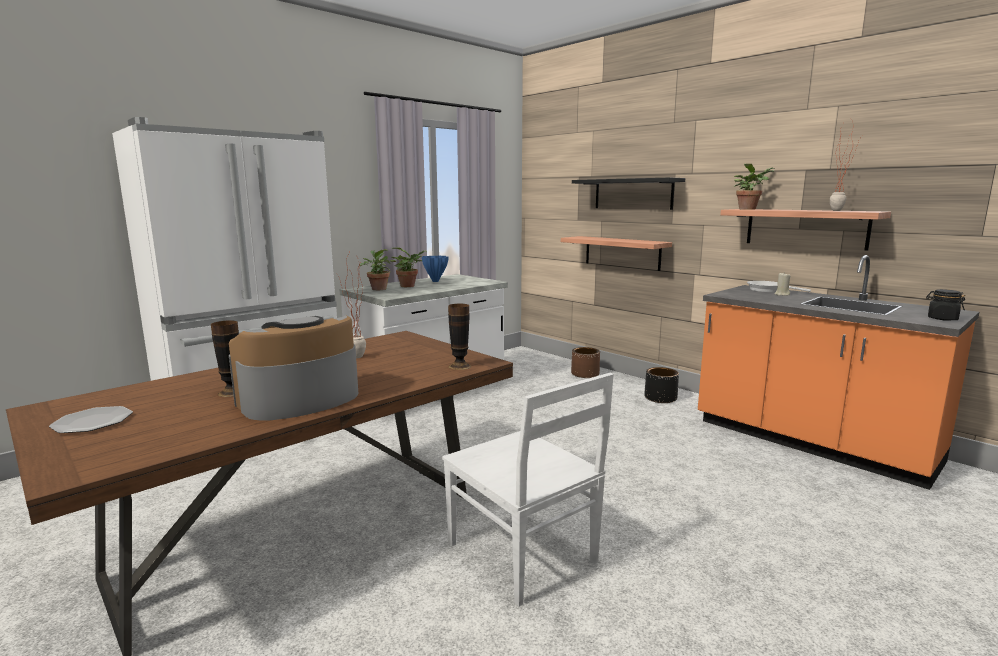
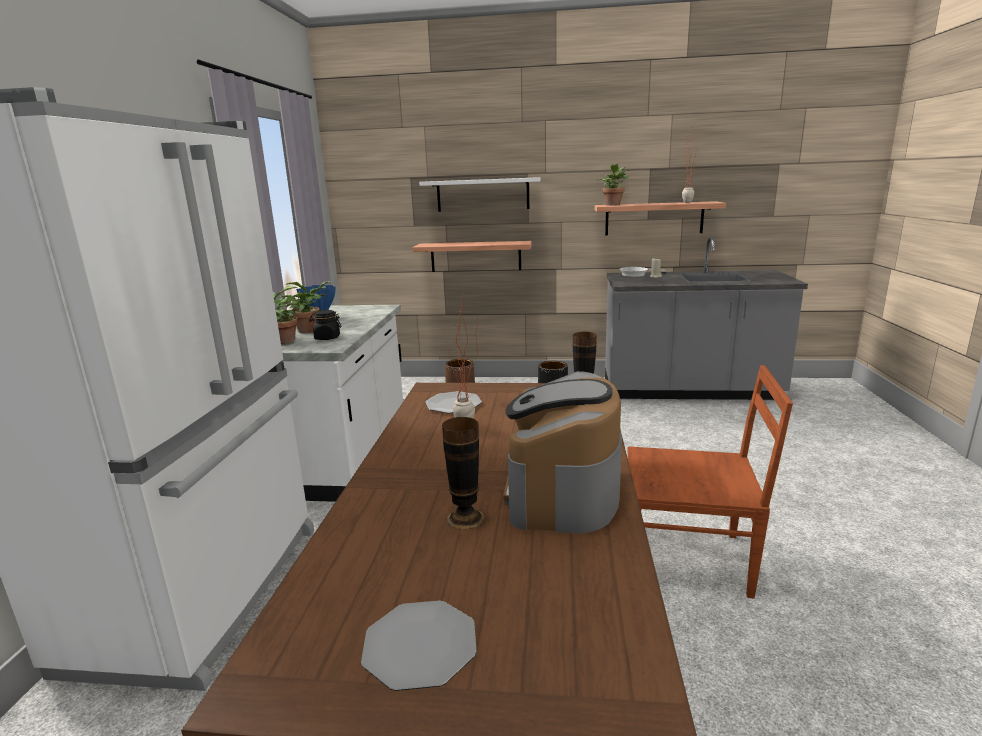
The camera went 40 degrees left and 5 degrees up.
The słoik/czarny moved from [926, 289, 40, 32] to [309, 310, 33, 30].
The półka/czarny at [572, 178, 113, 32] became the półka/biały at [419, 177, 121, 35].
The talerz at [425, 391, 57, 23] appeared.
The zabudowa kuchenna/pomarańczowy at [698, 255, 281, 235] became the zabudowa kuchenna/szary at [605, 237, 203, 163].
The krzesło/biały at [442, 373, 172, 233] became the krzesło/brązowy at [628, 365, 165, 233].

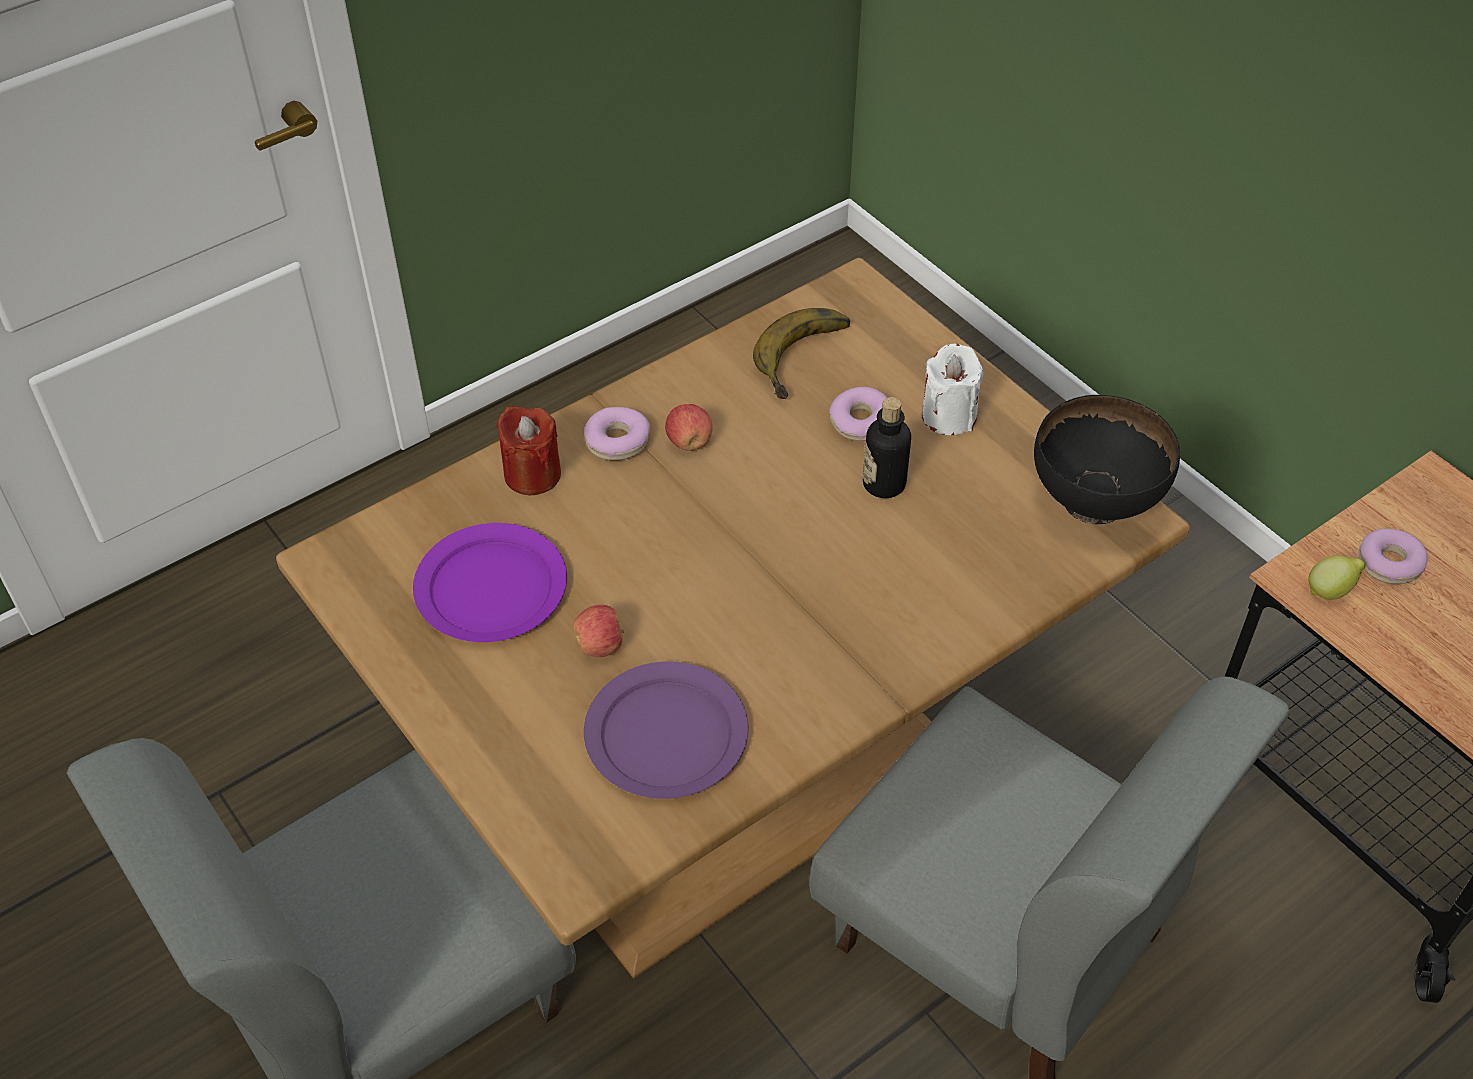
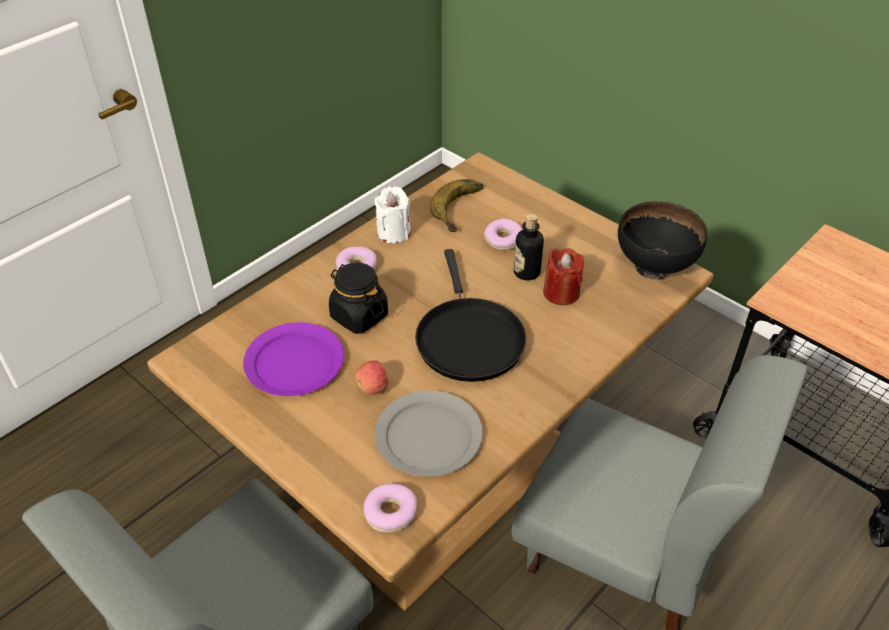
The camera went 10 degrees left and 5 degrees down.
The słoik/czarny at [329, 262, 59, 72] appeared.
The donut moved from [1358, 528, 70, 56] to [364, 484, 53, 49].
The świeca/biały moved from [922, 344, 61, 91] to [374, 186, 37, 57].
The talerz/fioletowy at [584, 661, 165, 138] became the talerz/szary at [375, 390, 108, 87].
The patelnia/czarny at [415, 249, 111, 133] appeared.
The świeca/czerwony moved from [496, 406, 65, 89] to [543, 248, 41, 57].
The jabłko at [665, 404, 48, 47] disappeared.
The cytryna at [1308, 555, 58, 45] disappeared.

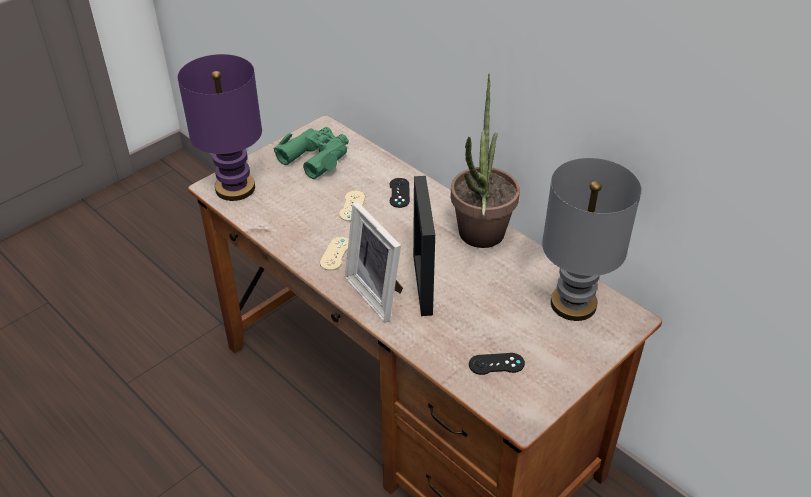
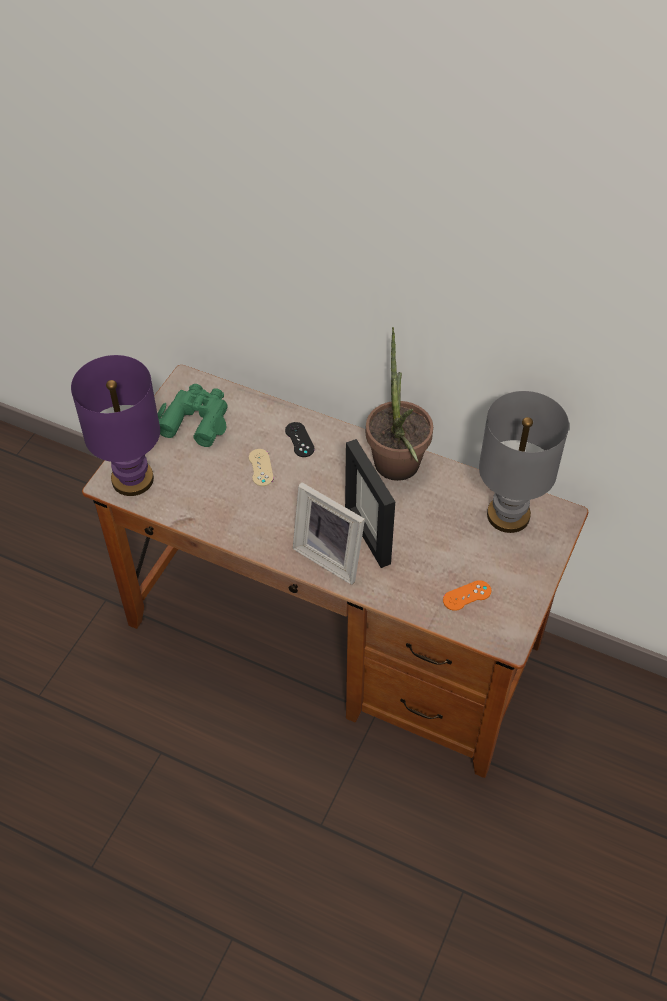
The camera went 20 degrees left and 10 degrees up.
The pad do gier/czarny at [469, 353, 56, 22] became the pad do gier/pomarańczowy at [443, 580, 48, 31].
The pad do gier/beżowy at [320, 237, 29, 34] disappeared.

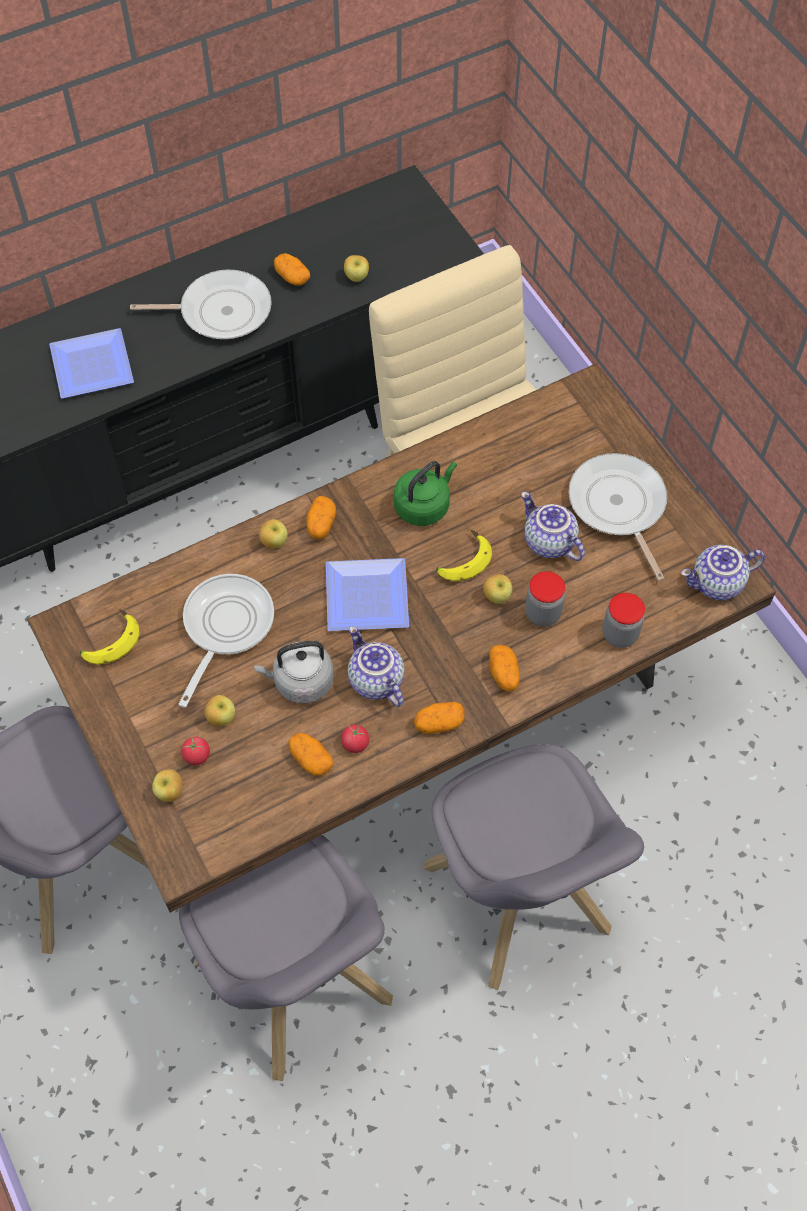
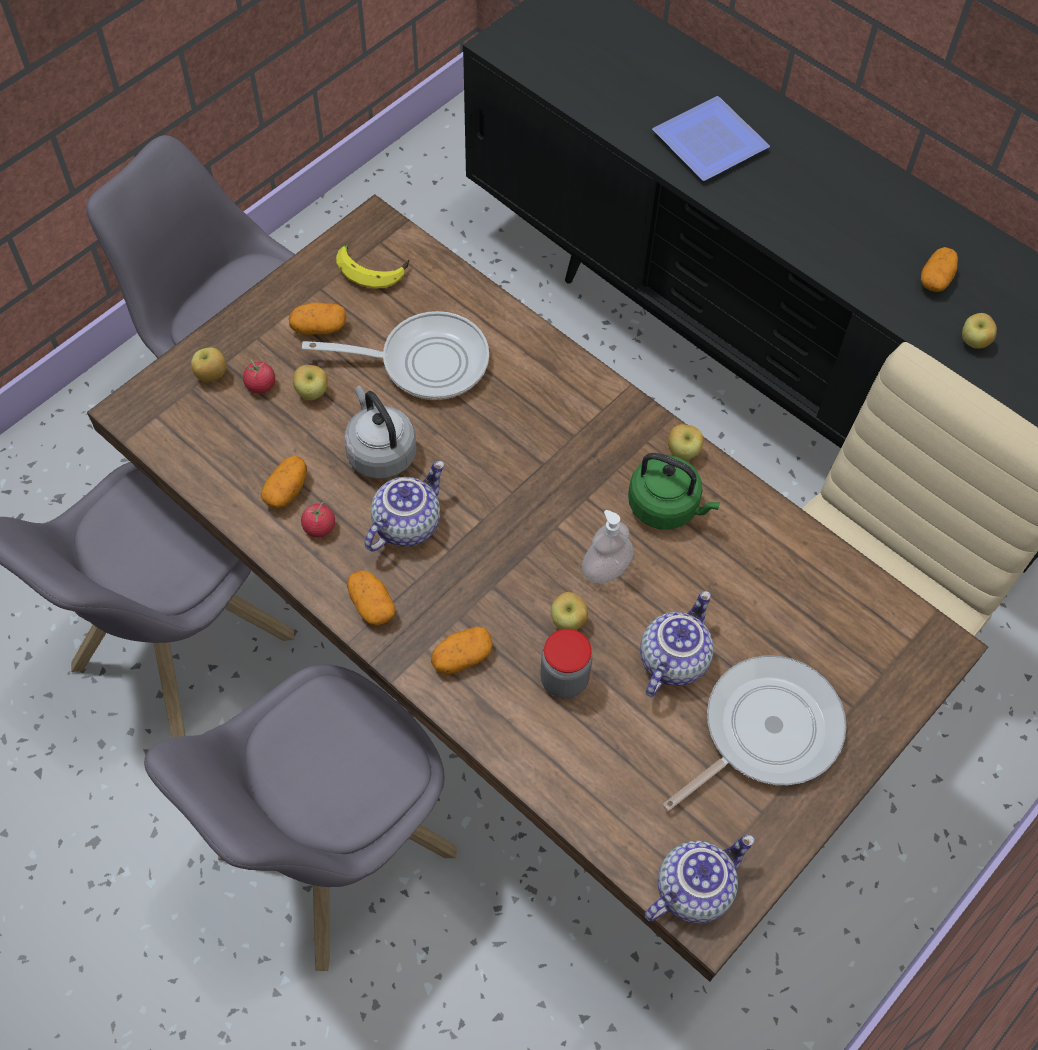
The camera went 70 degrees right and 0 degrees up.
The ziemniak moved from [307, 496, 29, 43] to [289, 302, 57, 33].
The banan at [436, 529, 56, 52] was replaced by the dozownik mydła at [582, 510, 52, 73].
The imbryk at [681, 545, 84, 55] turned 90 degrees clockwise.
The jabłko moved from [259, 519, 29, 29] to [668, 424, 36, 37].
The patelnia at [130, 269, 142, 70] disappeared.
The talerz at [326, 558, 83, 73] disappeared.
The słoik at [603, 593, 42, 55] disappeared.

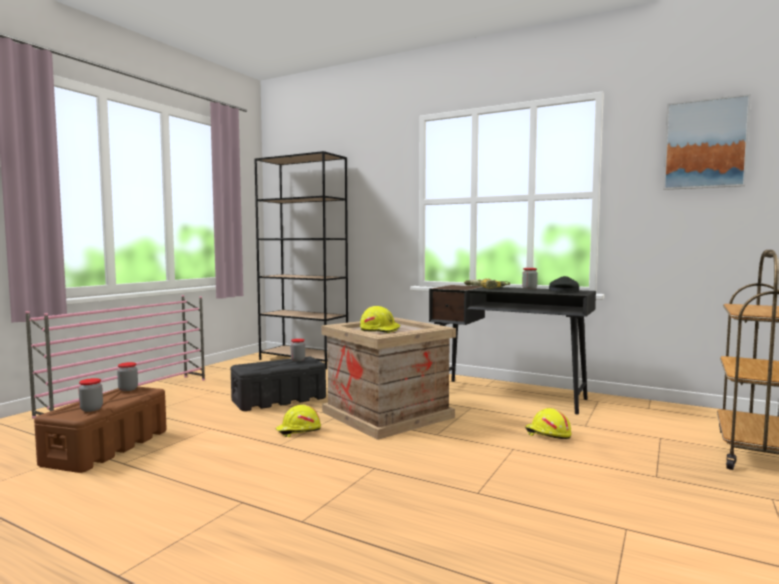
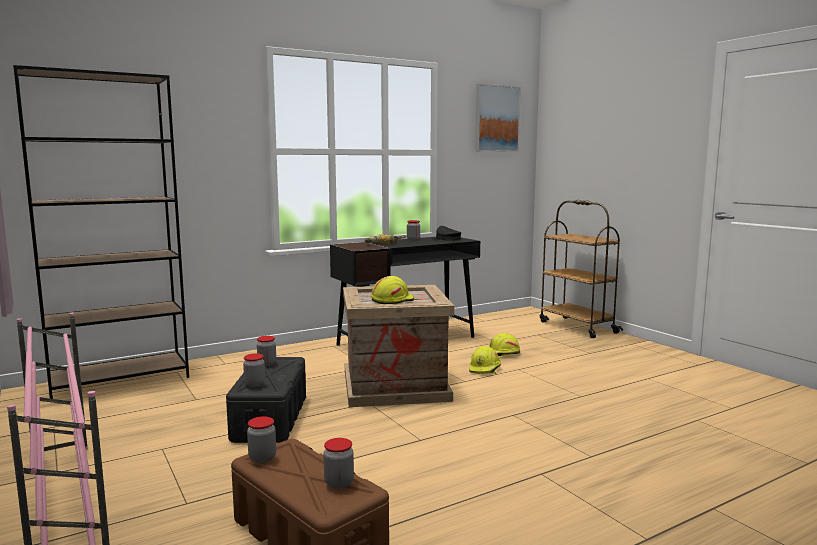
The camera went 60 degrees left and 5 degrees up.
The słoik at [243, 353, 22, 34] appeared.
The kask/żółty moved from [275, 405, 46, 32] to [469, 346, 32, 28].

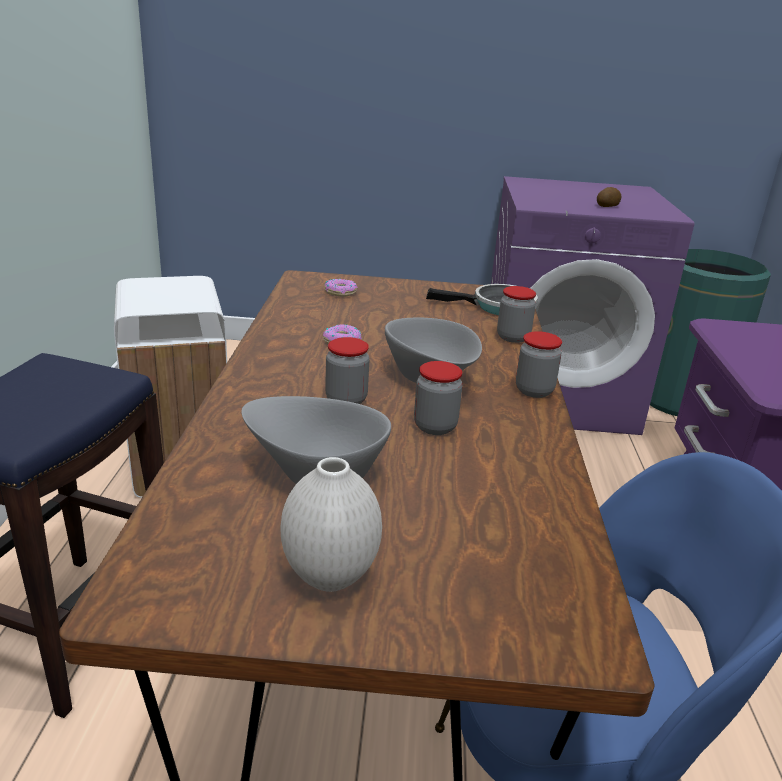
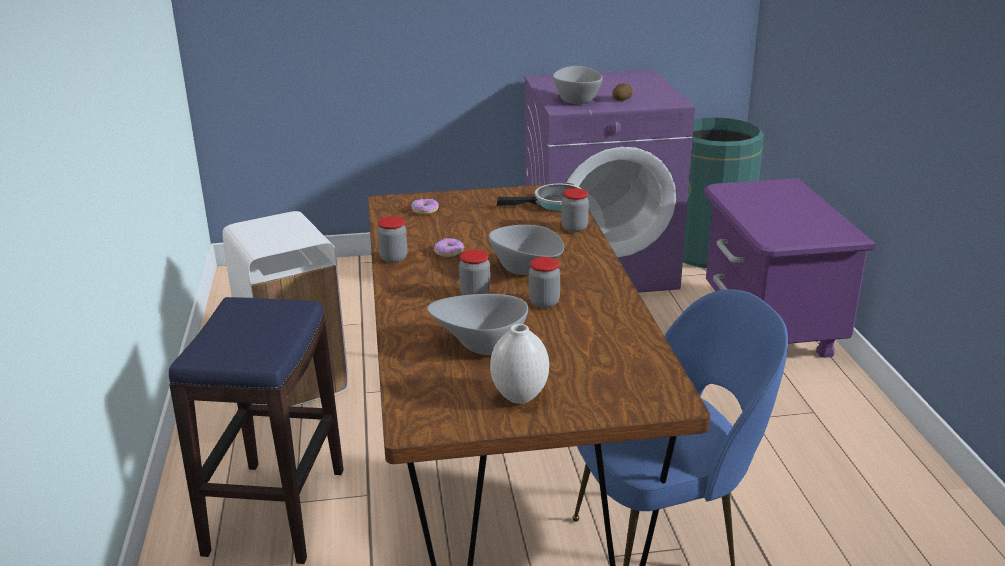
The camera went 10 degrees left and 0 degrees up.
The słoik moved from [516, 331, 46, 67] to [377, 216, 30, 47].
The miska/szary at [553, 66, 49, 38] appeared.

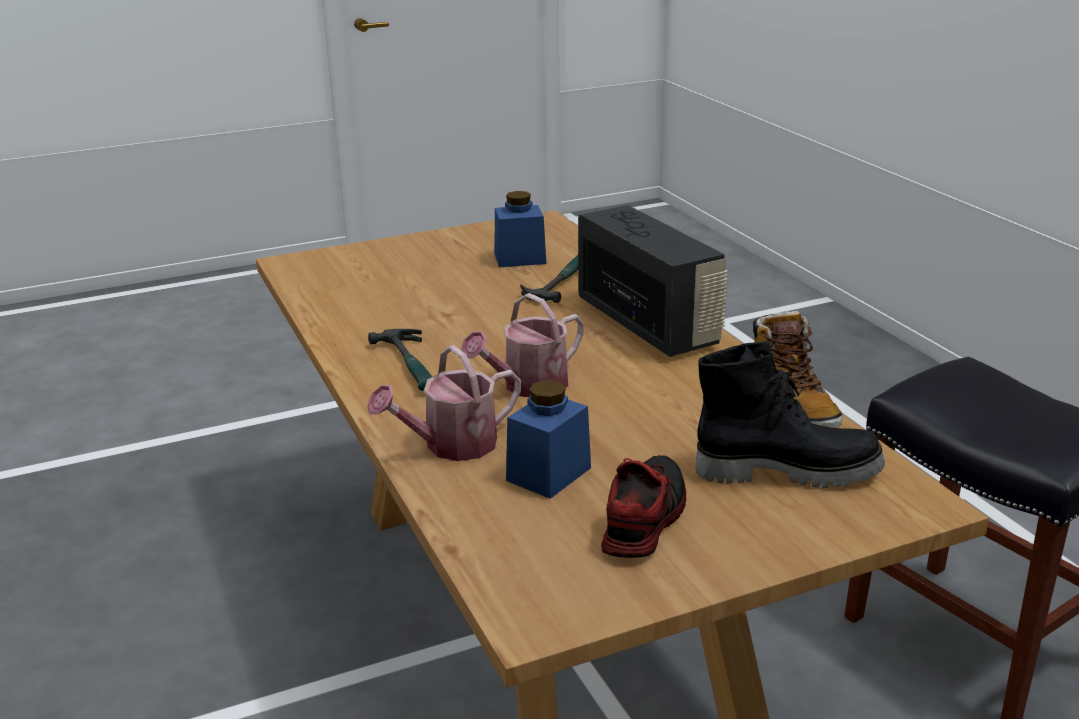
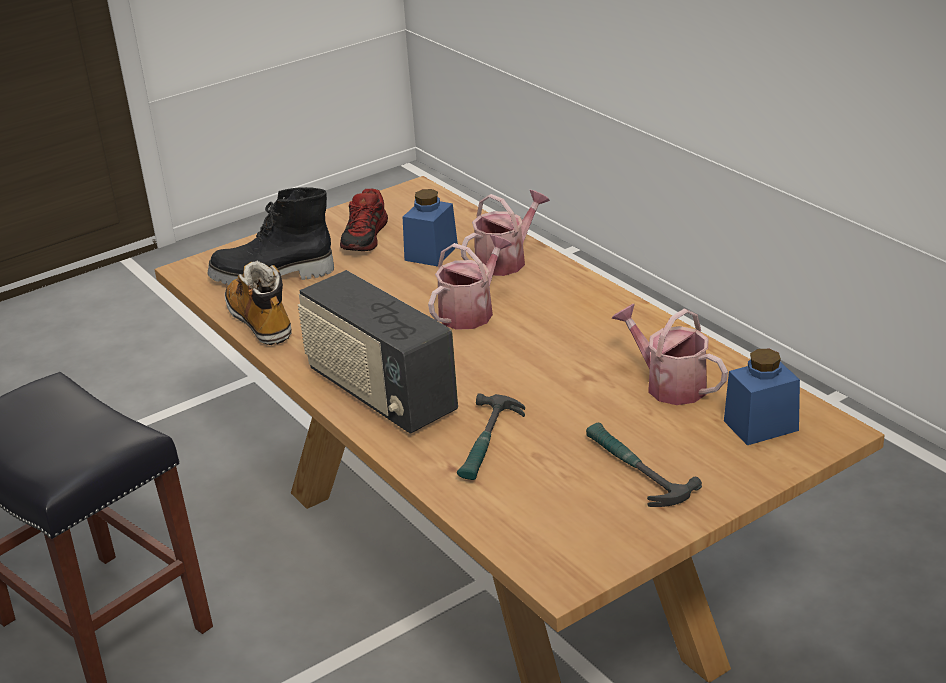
The camera went 170 degrees right and 5 degrees up.
The młotek moved from [368, 329, 65, 62] to [586, 423, 116, 84].
The konewka at [612, 304, 116, 101] appeared.
The słoik/niebieski moved from [494, 191, 52, 76] to [724, 349, 76, 96].

